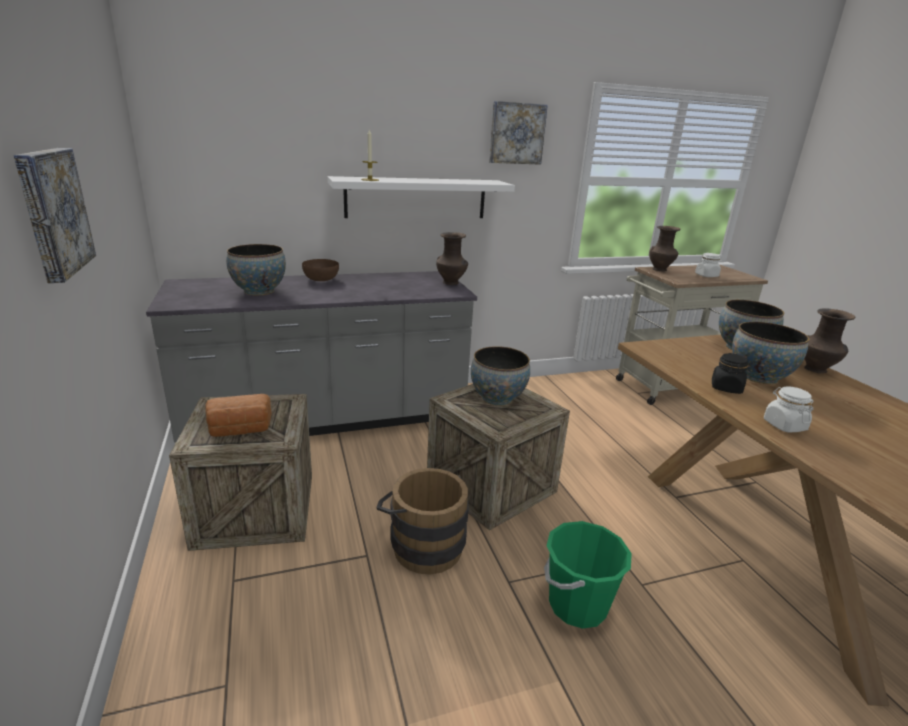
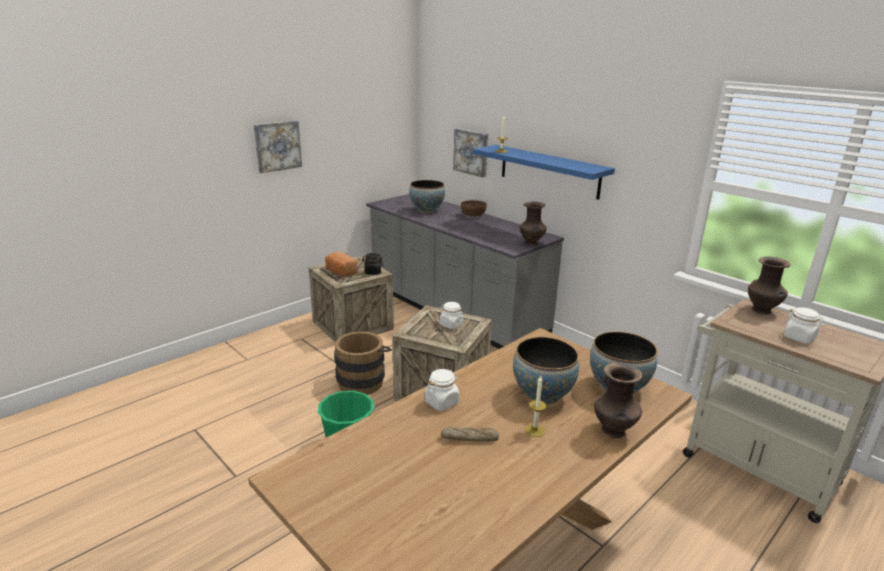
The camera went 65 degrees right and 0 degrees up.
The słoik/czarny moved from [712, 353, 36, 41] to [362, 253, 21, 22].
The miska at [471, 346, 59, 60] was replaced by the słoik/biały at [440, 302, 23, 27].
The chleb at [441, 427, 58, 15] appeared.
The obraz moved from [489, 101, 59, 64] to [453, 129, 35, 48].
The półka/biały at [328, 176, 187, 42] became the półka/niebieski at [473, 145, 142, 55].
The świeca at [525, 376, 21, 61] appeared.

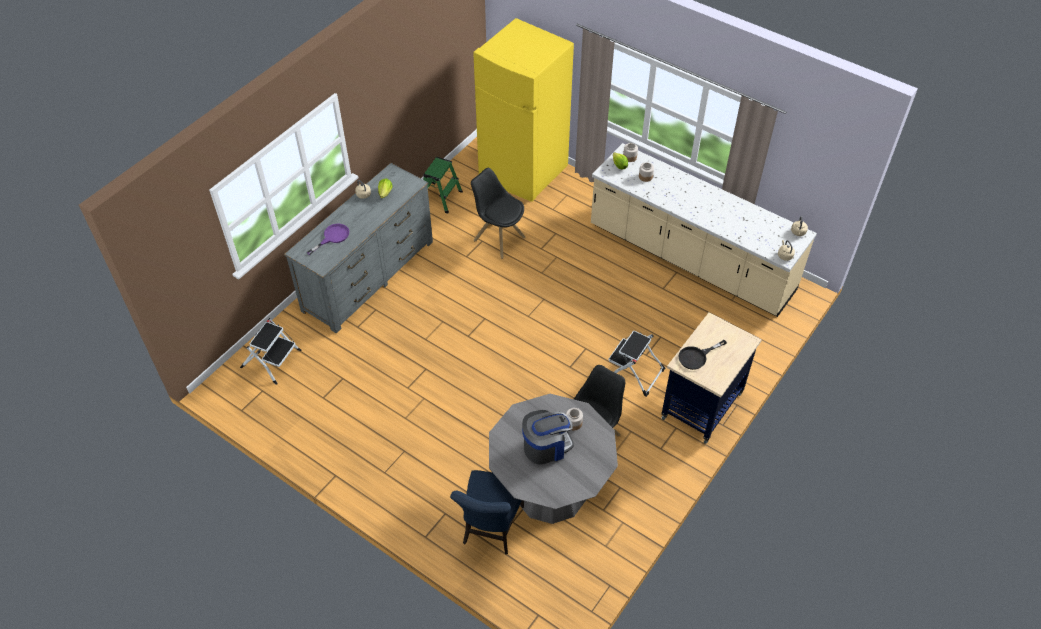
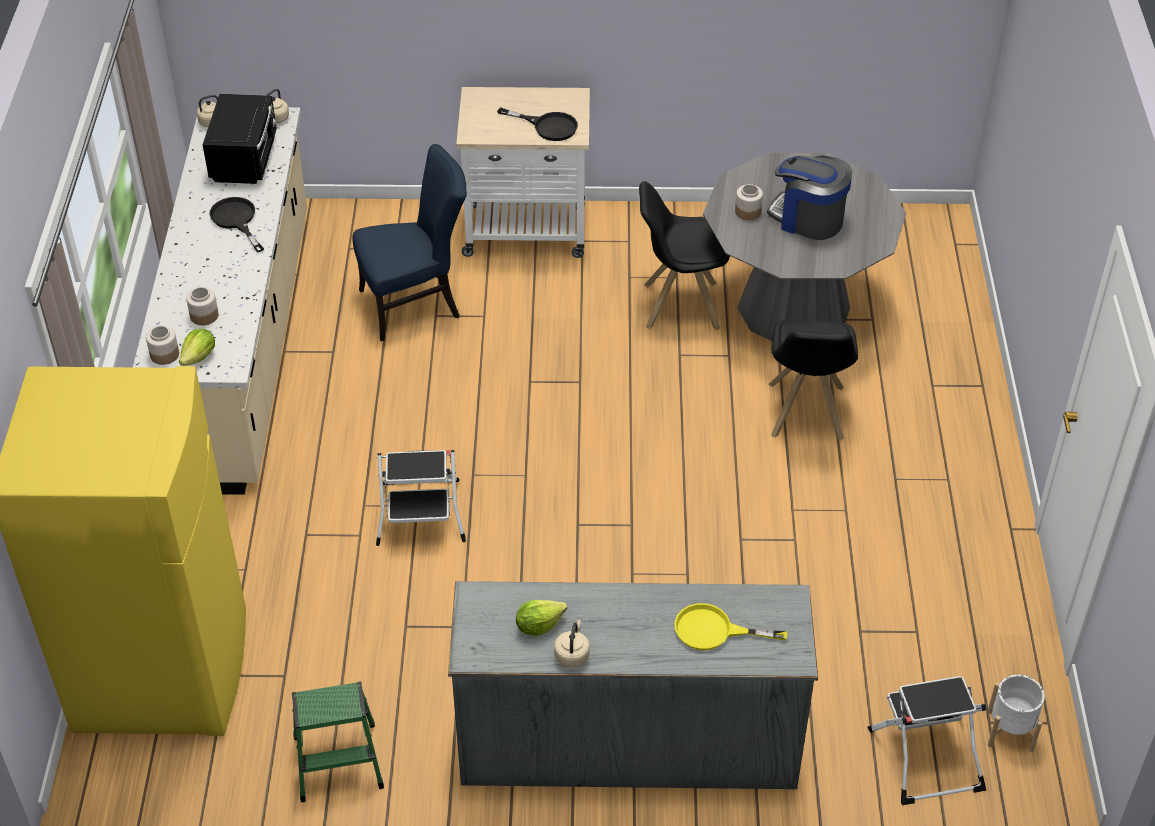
The camera went 125 degrees left and 5 degrees down.
The mikrofalówka/czarny at [203, 94, 74, 90] appeared.
The patelnia/czarny at [209, 197, 55, 55] appeared.
The krzesło/niebieski moved from [450, 470, 74, 85] to [352, 144, 115, 197].
The drabinka moved from [608, 331, 57, 66] to [376, 450, 90, 96].
The wózek/niebieski at [661, 312, 101, 132] became the wózek/biały at [456, 87, 134, 171].
The patelnia/fioletowy at [307, 224, 42, 31] became the patelnia/żółty at [674, 603, 113, 47].
The krzesło/czarny moved from [471, 168, 55, 91] to [769, 320, 89, 121].
The donica/biały at [987, 674, 58, 78] appeared.

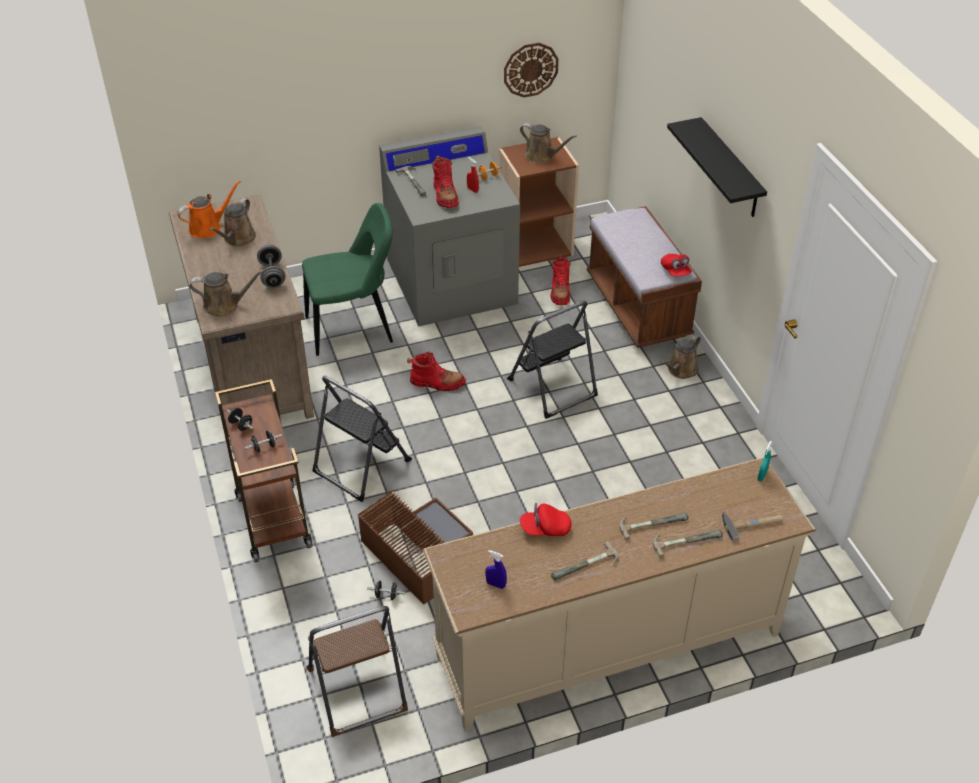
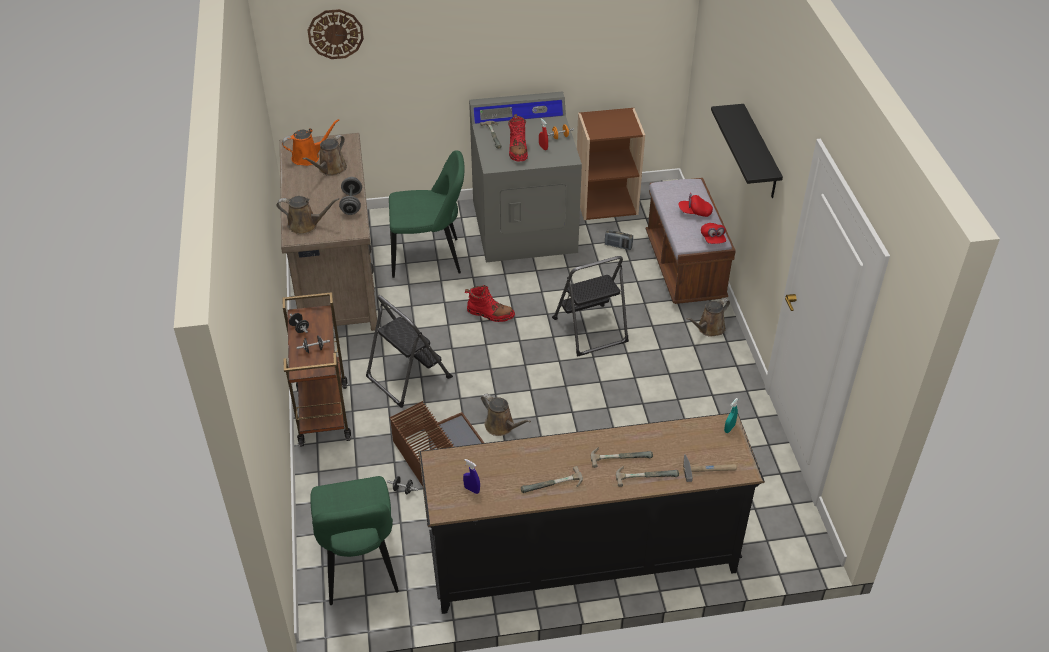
The camera went 10 degrees right and 0 degrees up.
The zegar ścienny moved from [504, 43, 55, 55] to [307, 9, 57, 50].
The drabinka/brązowy at [306, 606, 102, 131] was replaced by the krzesło/zielony at [310, 476, 89, 129].
The szafka/beżowy at [422, 457, 394, 275] became the szafka/czarny at [418, 413, 347, 201].
The konewka/brązowy moved from [520, 123, 57, 40] to [481, 394, 50, 42].
The but z cholewką/czerwony at [551, 254, 20, 51] was replaced by the radio at [605, 230, 28, 20].
The czapka z daszkiem/czerwony moved from [520, 503, 52, 33] to [679, 193, 34, 24].

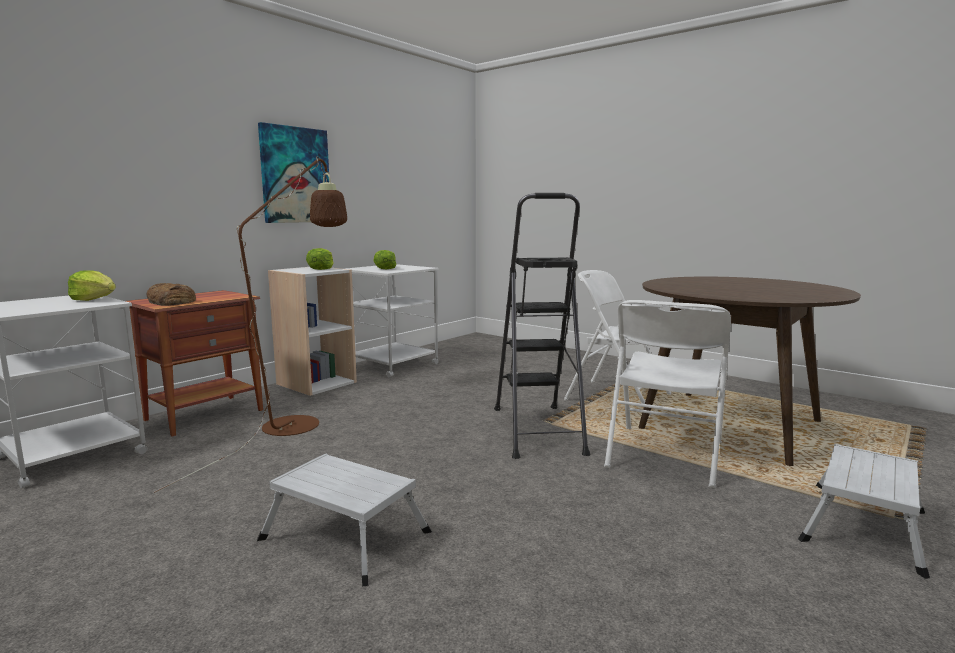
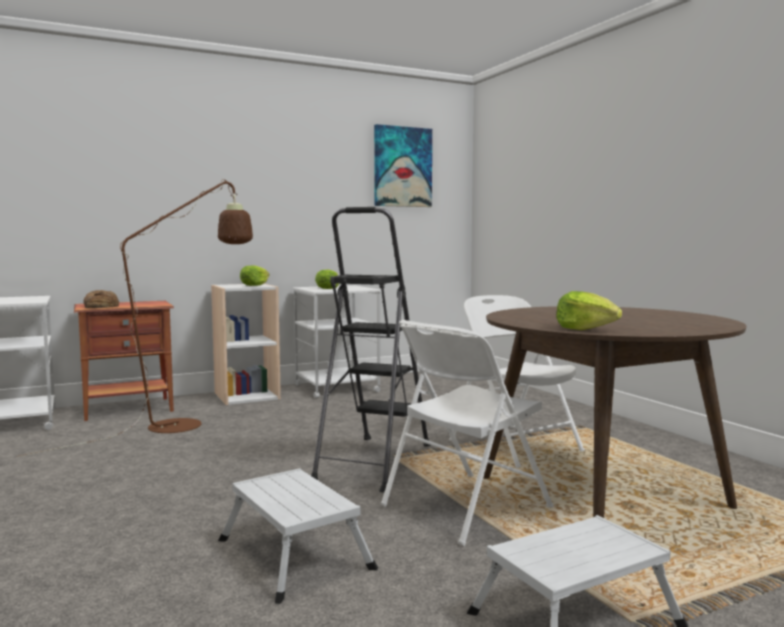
The camera went 25 degrees right and 5 degrees down.
The drabinka/biały moved from [257, 453, 175, 133] to [218, 468, 160, 136].
The obraz moved from [258, 122, 71, 101] to [374, 124, 58, 83].
The sałata moved from [68, 271, 48, 30] to [557, 291, 65, 39].

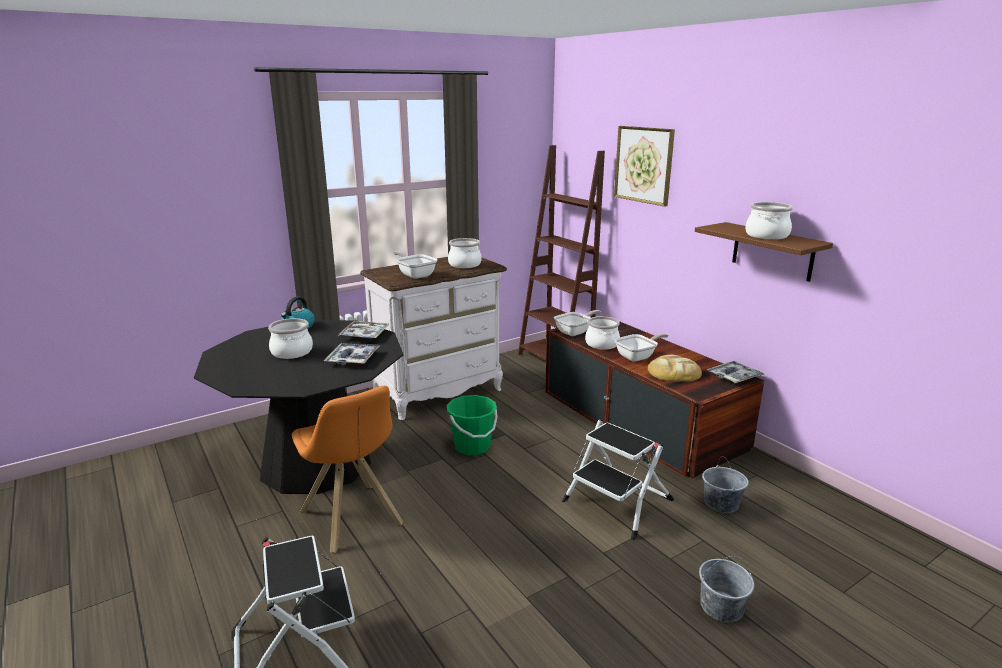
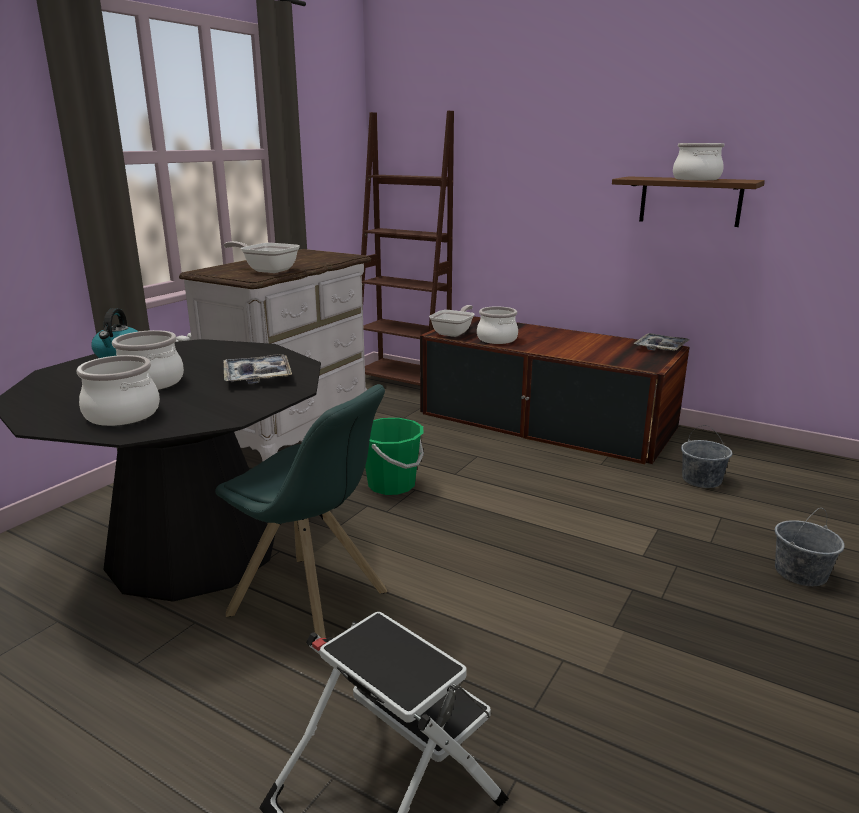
The camera went 25 degrees left and 0 degrees up.
The garnek moved from [448, 238, 34, 30] to [76, 355, 84, 71].
The krzesło/pomarańczowy at [292, 386, 111, 167] became the krzesło/turkusowy at [215, 384, 172, 254].
The taca at [338, 321, 51, 17] disappeared.
The drabinka at [562, 418, 112, 122] disappeared.
The obraz at [614, 126, 61, 81] disappeared.
The patelnia at [615, 333, 54, 29] disappeared.
The chleb at [648, 355, 54, 27] disappeared.

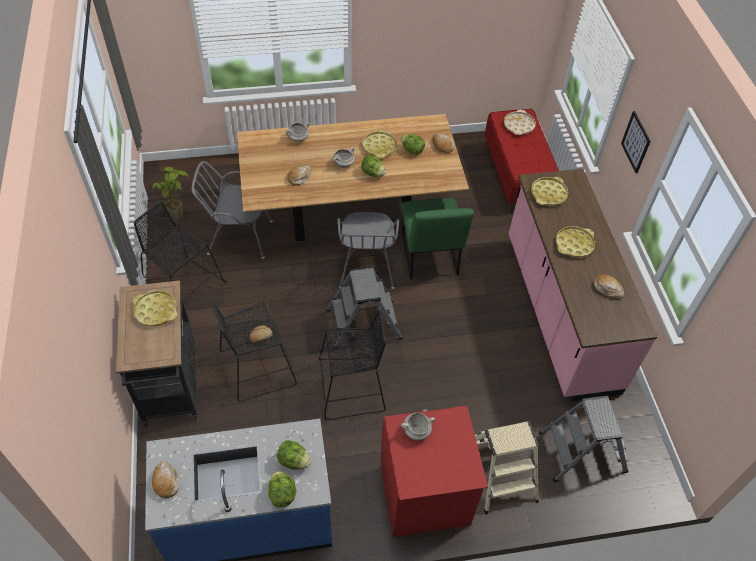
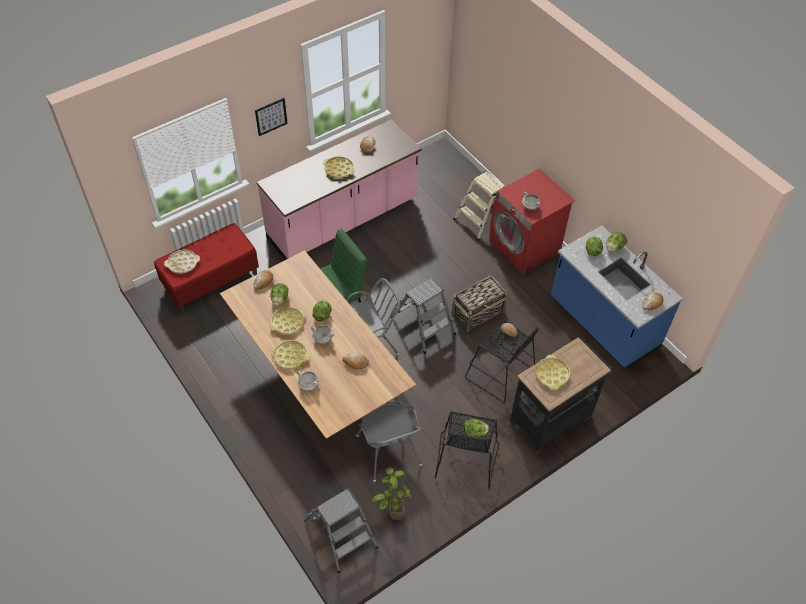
The camera went 115 degrees left and 0 degrees up.
The taca/żółty moved from [531, 177, 38, 29] to [271, 340, 39, 29].
The drabinka/szary moved from [539, 396, 90, 86] to [304, 488, 75, 86].
The stołek/czarny at [319, 309, 67, 111] was replaced by the koszyk at [452, 275, 57, 57].
The sałata at [464, 419, 25, 19] appeared.

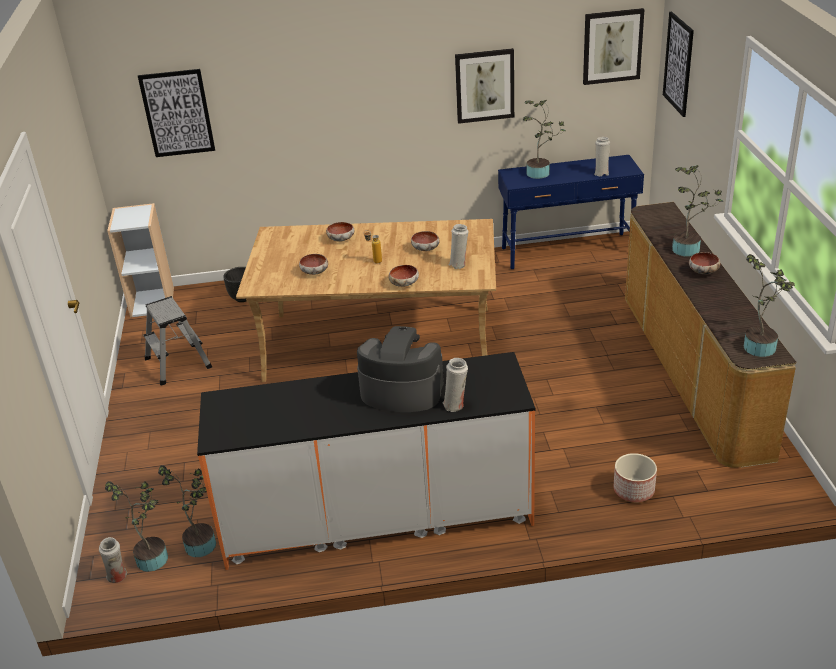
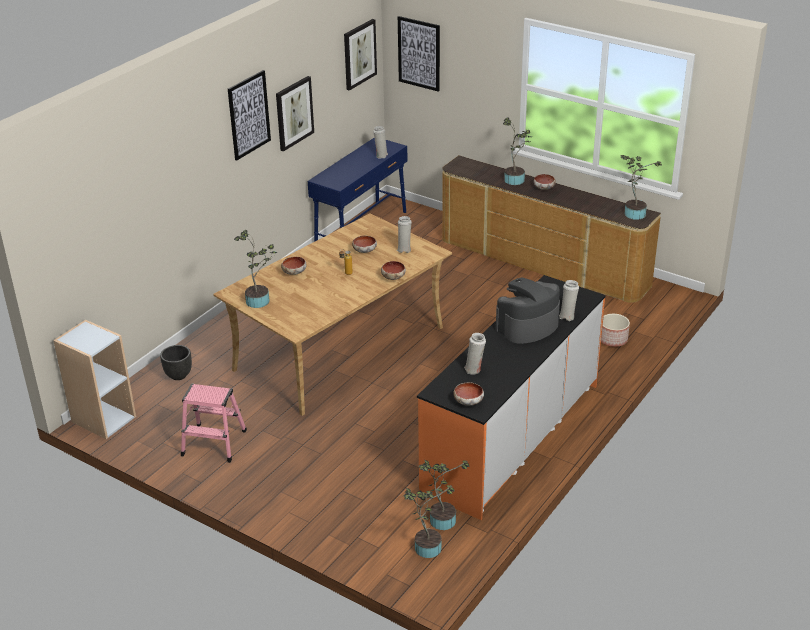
The camera went 50 degrees left and 0 degrees up.
The drabinka/szary at [143, 296, 69, 90] became the drabinka/różowy at [181, 383, 66, 80].
The obraz moved from [138, 69, 77, 88] to [228, 70, 43, 91].
The roślina doniczkowa moved from [523, 100, 43, 79] to [234, 230, 43, 78].
The miska moved from [299, 254, 29, 21] to [453, 382, 31, 23].
The wazon/biały moved from [99, 537, 28, 46] to [464, 333, 22, 42].

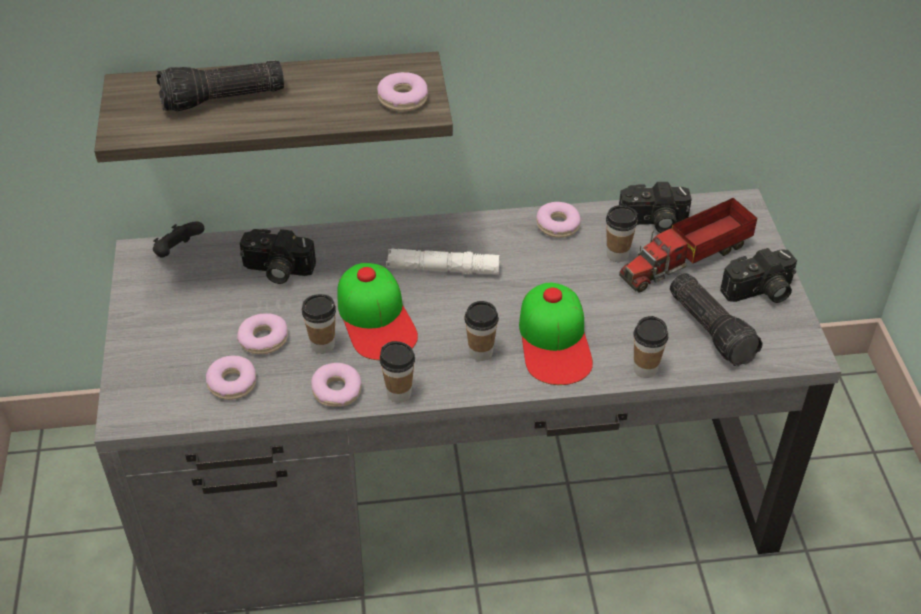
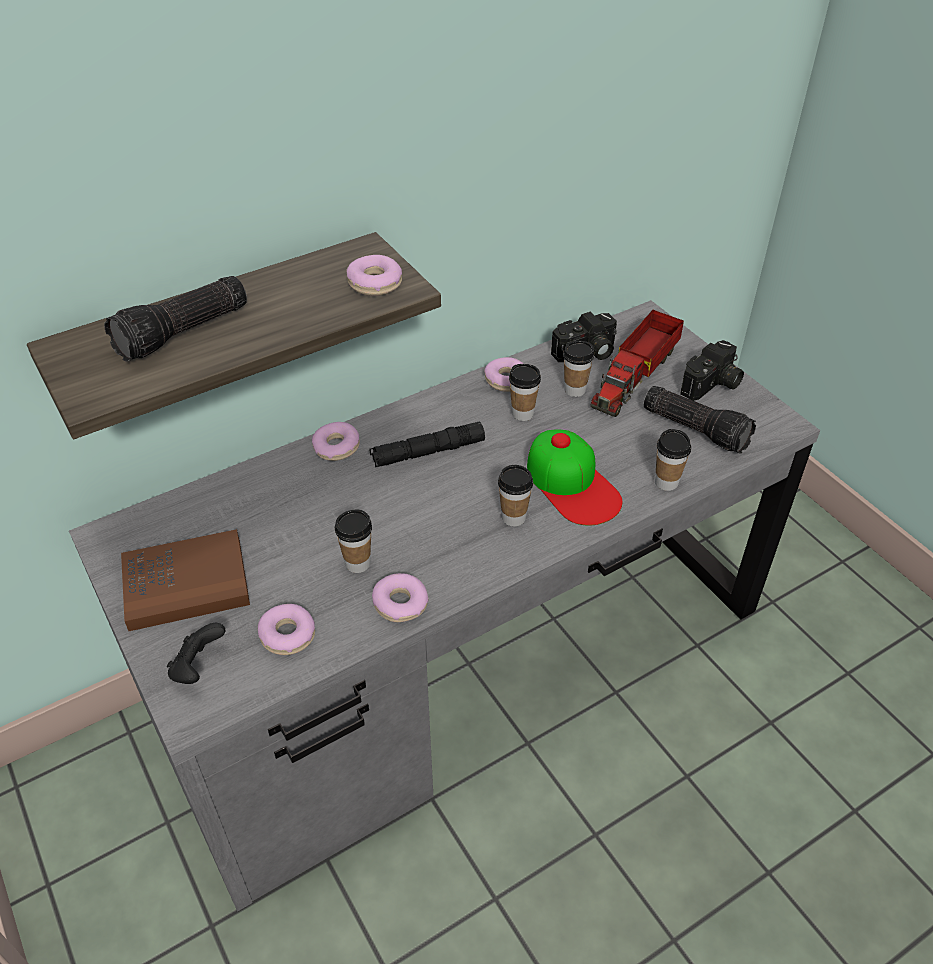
The camera went 25 degrees left and 0 degrees up.
The książka/brązowy at [121, 529, 129, 102] appeared.
The pad do gier/czarny moved from [153, 221, 52, 36] to [167, 623, 59, 61].
The donut moved from [237, 313, 51, 41] to [312, 422, 48, 39].
The latarka/biały at [386, 248, 113, 27] became the latarka/czarny at [370, 422, 115, 45].
The filiżanka moved from [380, 341, 35, 62] to [509, 364, 32, 57].
The aparat fotograficzny at [240, 229, 76, 55] disappeared.
The czapka z daszkiem at [337, 263, 81, 97] disappeared.

